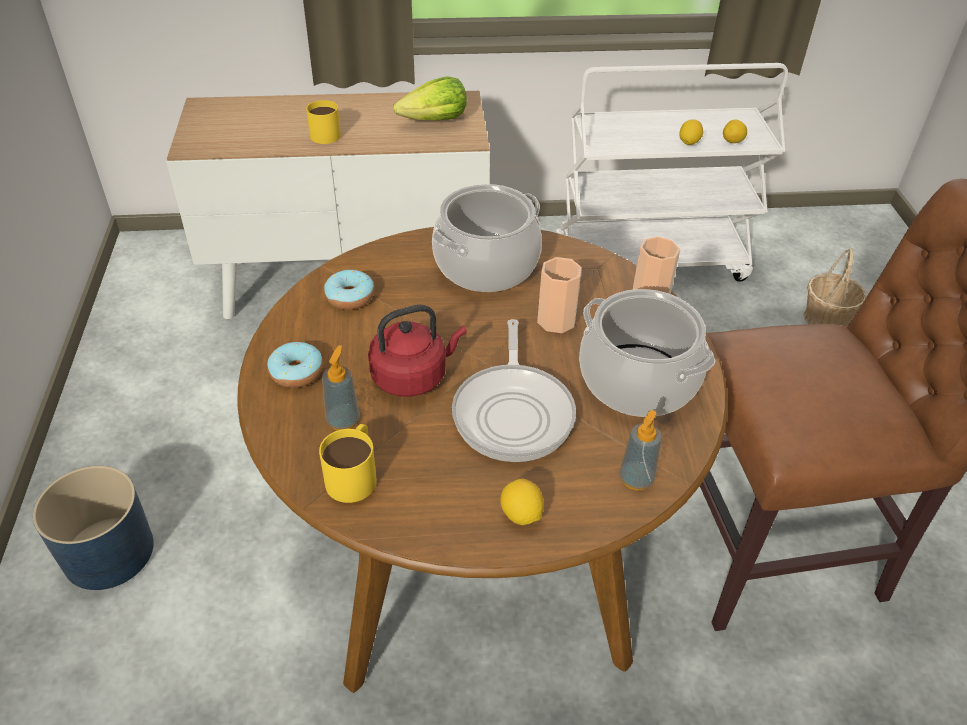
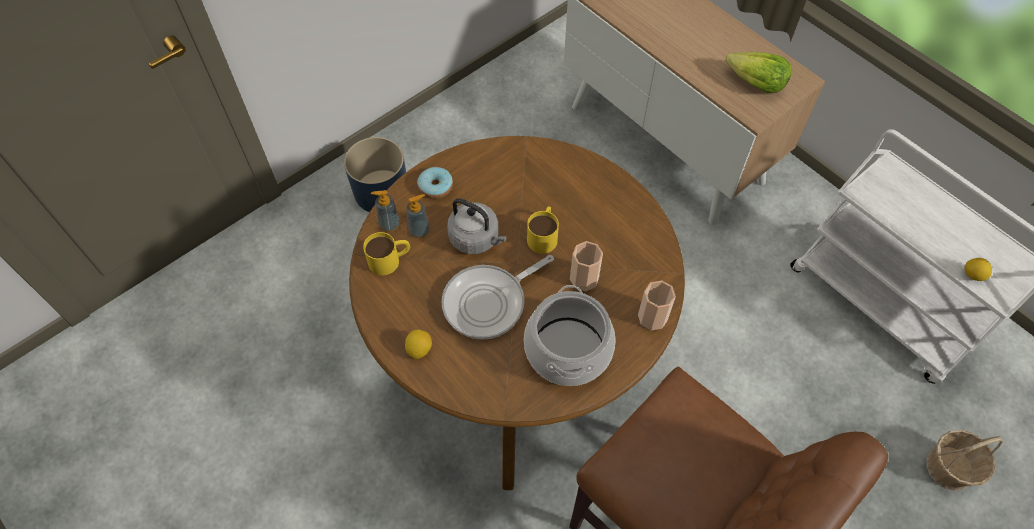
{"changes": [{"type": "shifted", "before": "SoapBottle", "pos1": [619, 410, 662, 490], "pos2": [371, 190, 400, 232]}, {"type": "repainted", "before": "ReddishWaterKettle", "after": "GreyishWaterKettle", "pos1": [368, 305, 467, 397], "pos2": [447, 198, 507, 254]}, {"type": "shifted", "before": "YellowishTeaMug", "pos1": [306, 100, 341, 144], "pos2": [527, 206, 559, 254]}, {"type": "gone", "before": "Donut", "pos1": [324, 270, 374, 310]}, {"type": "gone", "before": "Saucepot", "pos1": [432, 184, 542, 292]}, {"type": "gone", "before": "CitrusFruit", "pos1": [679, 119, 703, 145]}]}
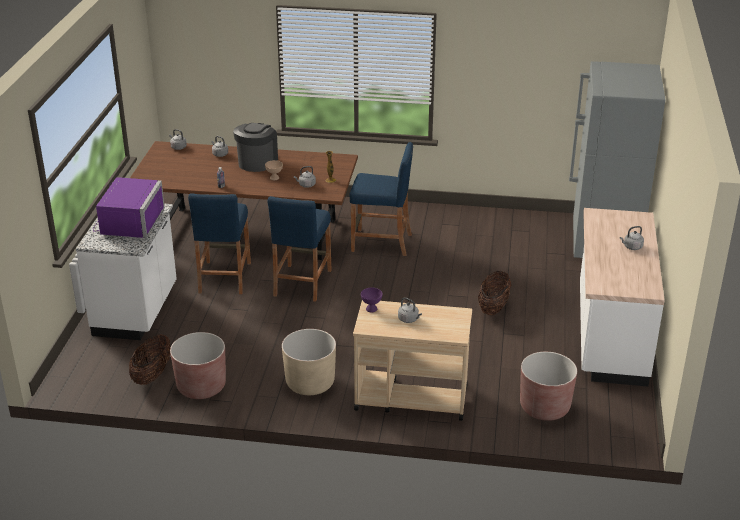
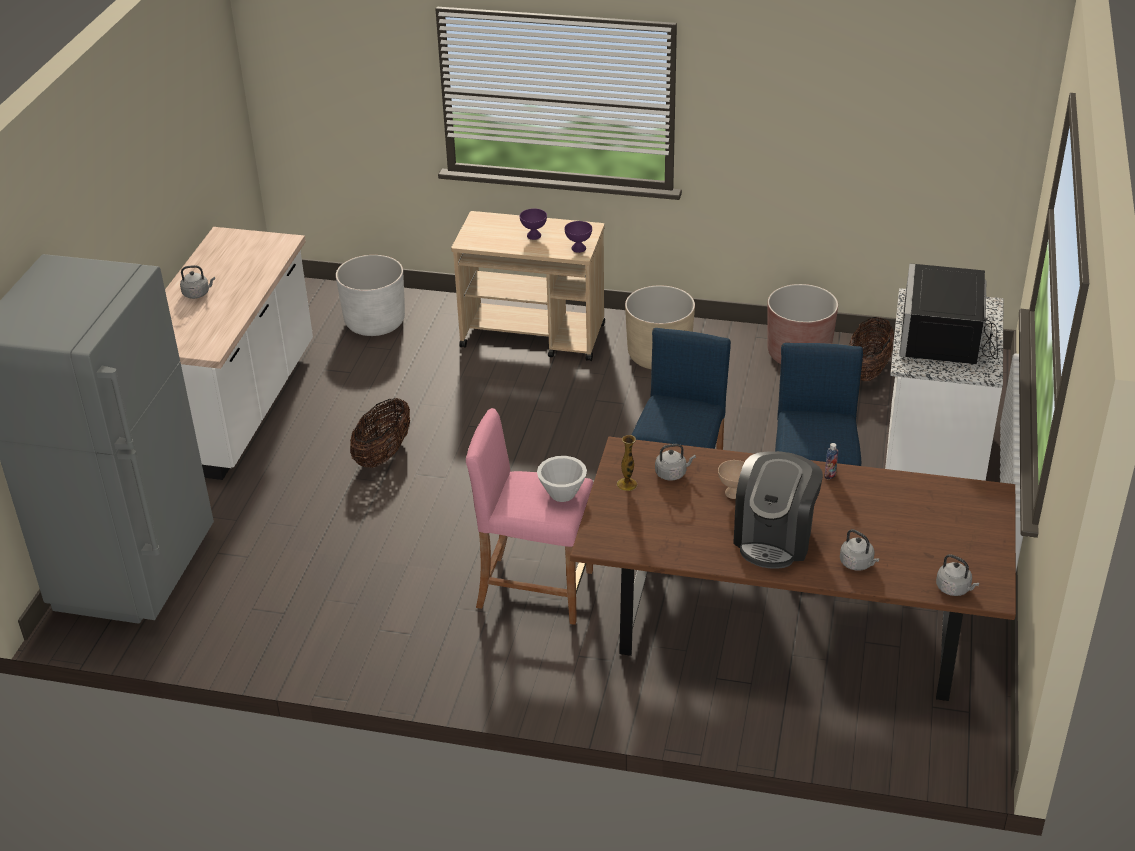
{"changes": [{"type": "repainted", "before": "BrownPlantPot", "after": "WhitishPlantPot", "pos1": [520, 352, 577, 421], "pos2": [336, 255, 405, 336]}, {"type": "repainted", "before": "BlueColouredSittingStool", "after": "PinkishSittingStool", "pos1": [349, 142, 413, 256], "pos2": [466, 408, 593, 625]}, {"type": "swapped", "before": "GreyishWaterKettle", "after": "PurpleDeepDish", "pos1": [398, 298, 422, 323], "pos2": [520, 209, 547, 240]}, {"type": "new", "after": "WhitishDeepDish", "pos2": [537, 456, 587, 502]}, {"type": "repainted", "before": "PurpleMicrowaveOven", "after": "BlackishMicrowaveOven", "pos1": [93, 177, 165, 238], "pos2": [899, 263, 998, 364]}]}
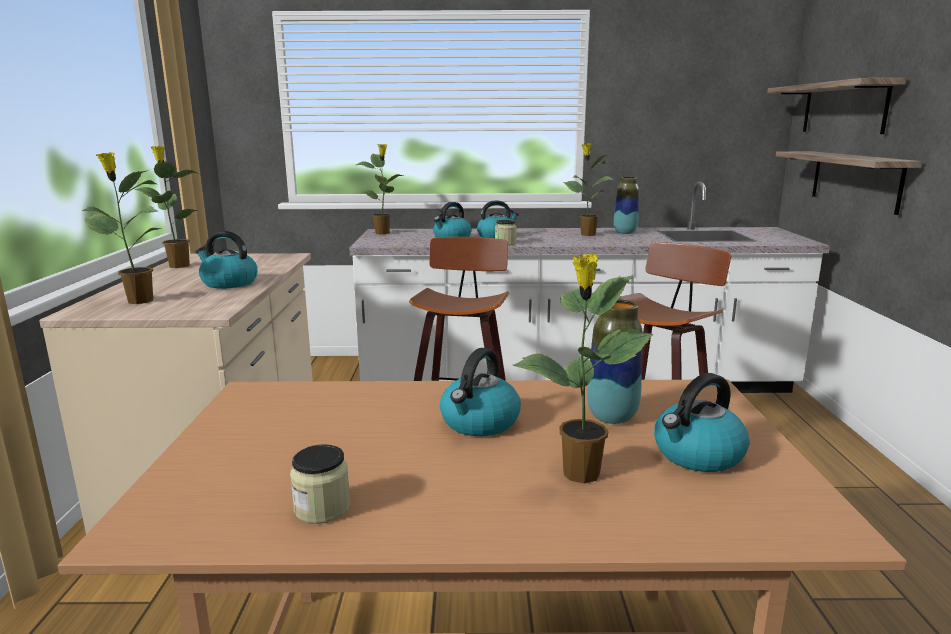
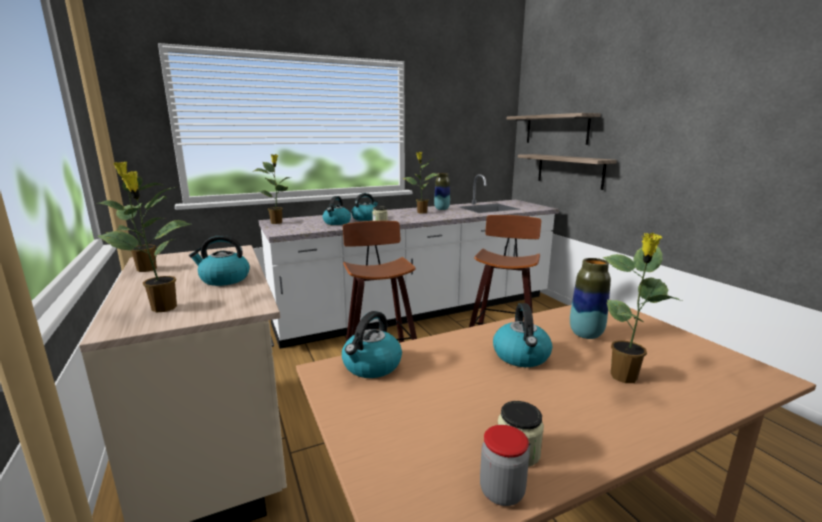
{"changes": [{"type": "shifted", "before": "WaterKettle", "pos1": [654, 373, 750, 472], "pos2": [342, 311, 402, 378]}, {"type": "new", "after": "StorageJar", "pos2": [480, 425, 529, 506]}]}
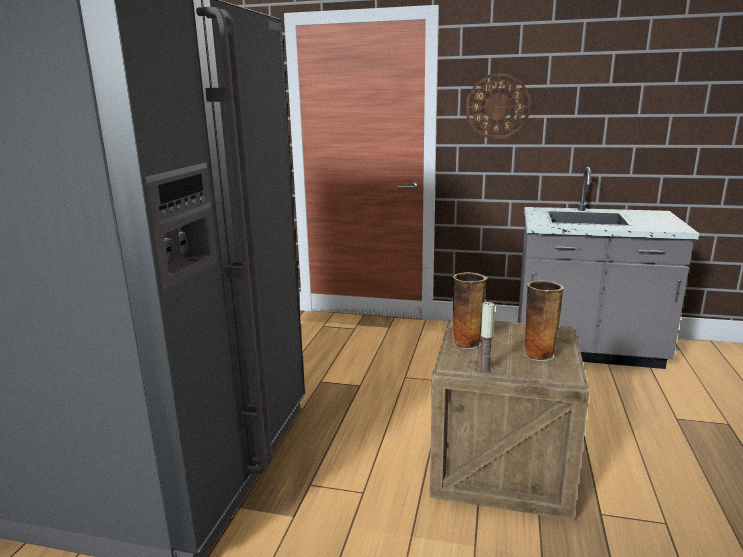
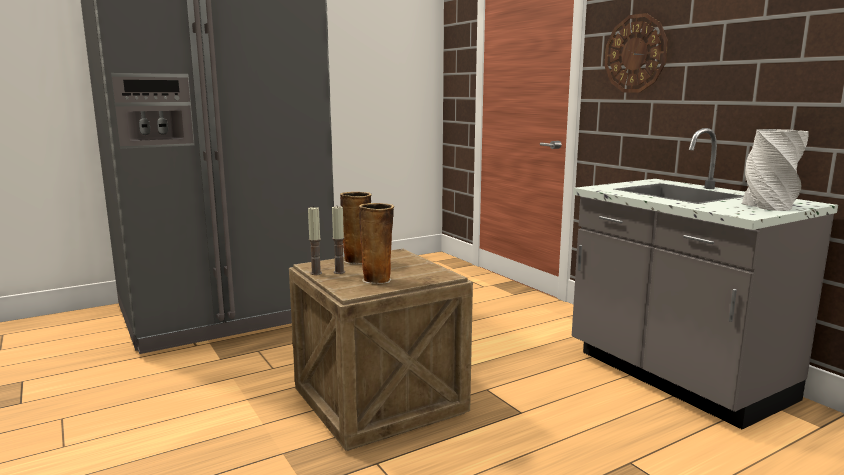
{"changes": [{"type": "new", "after": "WaxCandle", "pos2": [332, 206, 345, 274]}, {"type": "new", "after": "GreyishVase", "pos2": [742, 129, 809, 211]}]}
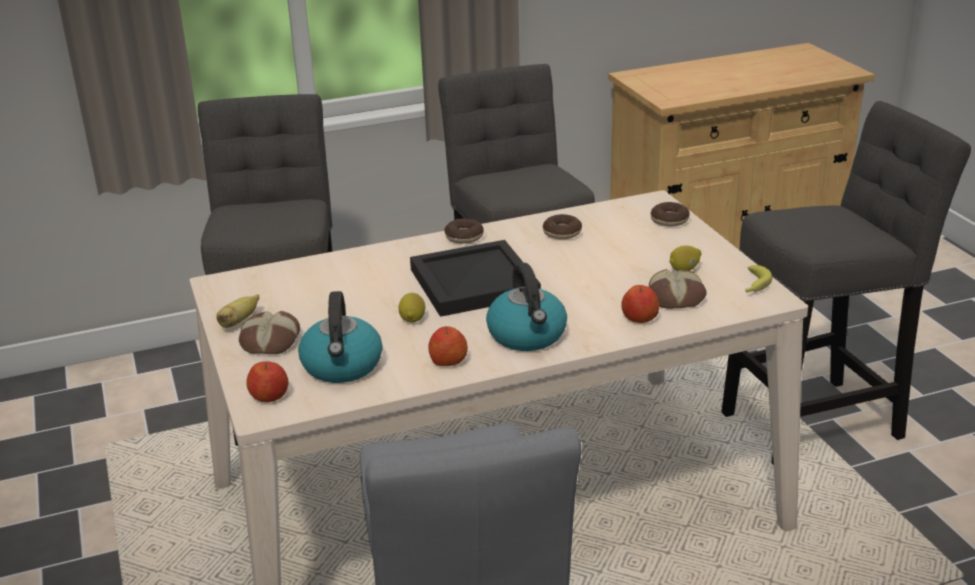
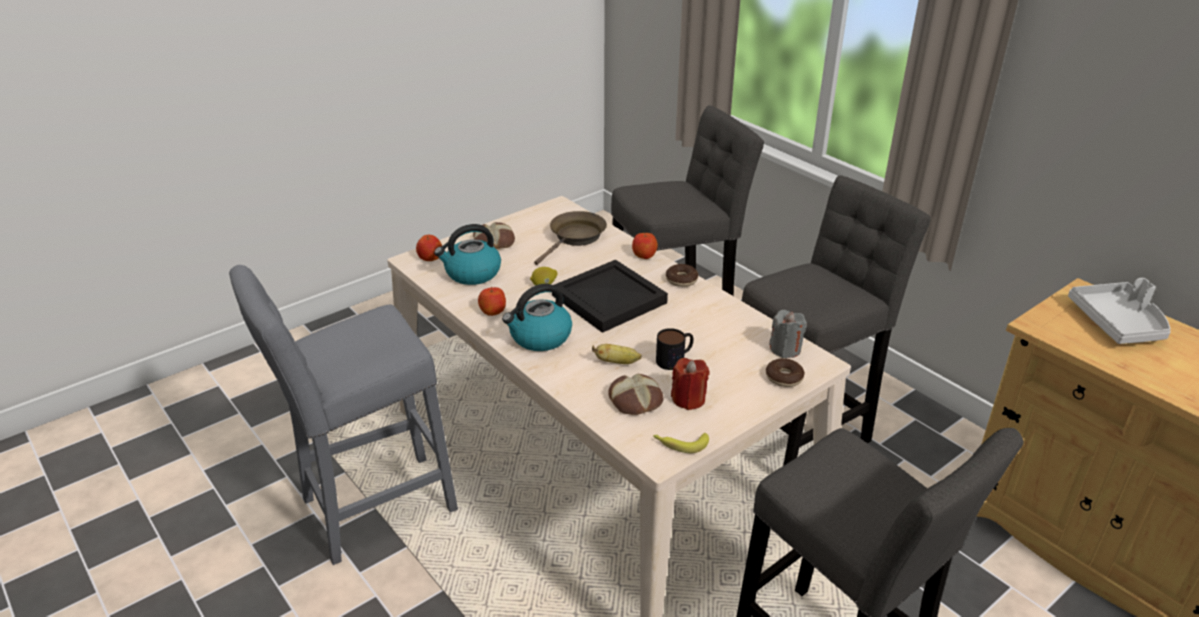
{"changes": [{"type": "new", "after": "BrownSkillet", "pos2": [534, 211, 607, 265]}, {"type": "shifted", "before": "BananaFruit", "pos1": [216, 294, 259, 328], "pos2": [592, 344, 642, 364]}, {"type": "shifted", "before": "Apple", "pos1": [621, 285, 659, 323], "pos2": [632, 232, 658, 259]}, {"type": "new", "after": "TeaMug", "pos2": [656, 328, 693, 370]}, {"type": "swapped", "before": "CitrusFruit", "after": "ReddishWaxCandle", "pos1": [670, 246, 701, 271], "pos2": [671, 358, 709, 410]}, {"type": "new", "after": "GreyishWaxCandle", "pos2": [769, 310, 807, 358]}, {"type": "new", "after": "GreyishServingTray", "pos2": [1068, 278, 1171, 344]}, {"type": "gone", "before": "Donut", "pos1": [543, 214, 582, 239]}]}
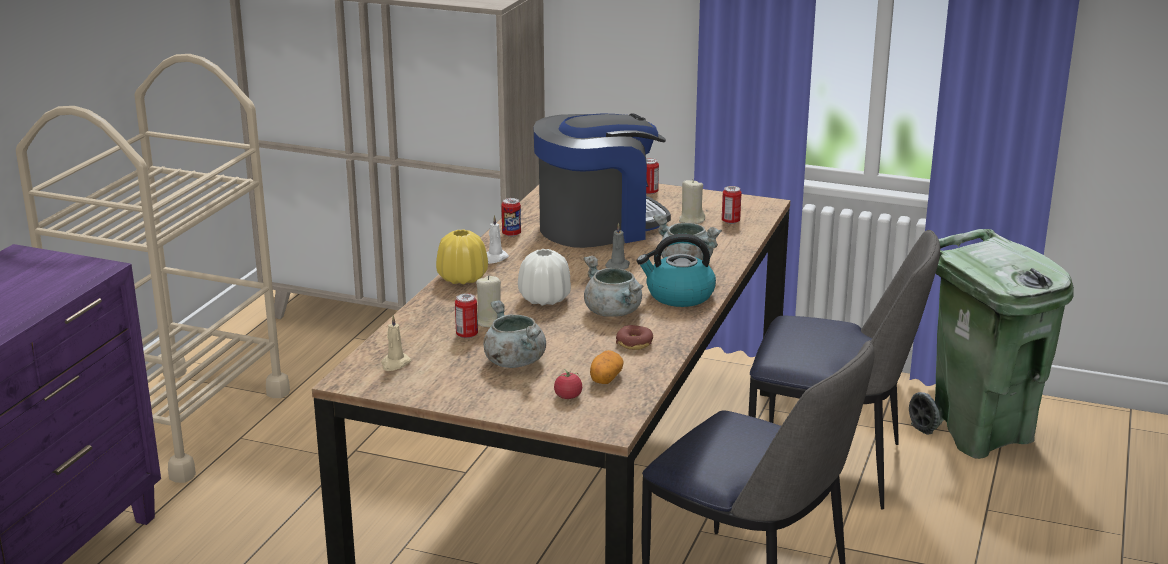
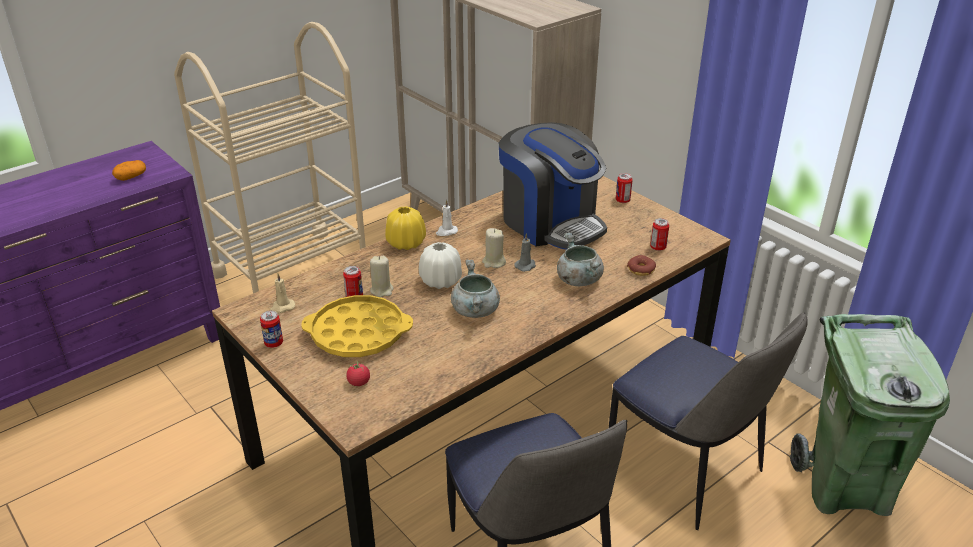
{"changes": [{"type": "shifted", "before": "Potato", "pos1": [590, 350, 624, 384], "pos2": [112, 160, 146, 181]}, {"type": "shifted", "before": "SealedCan", "pos1": [501, 198, 521, 237], "pos2": [260, 311, 283, 348]}, {"type": "swapped", "before": "GreyishSaucepot", "after": "YellowishServingTray", "pos1": [483, 301, 546, 368], "pos2": [301, 295, 413, 357]}, {"type": "shifted", "before": "BeigeColouredWaxCandle", "pos1": [679, 180, 705, 224], "pos2": [482, 228, 506, 268]}, {"type": "rotated", "before": "CoffeeMaker", "pos1": [534, 113, 671, 248], "pos2": [499, 122, 607, 250], "turn": 45}, {"type": "shifted", "before": "Donut", "pos1": [616, 325, 653, 350], "pos2": [627, 255, 656, 276]}, {"type": "gone", "before": "WaterKettle", "pos1": [637, 234, 716, 307]}]}
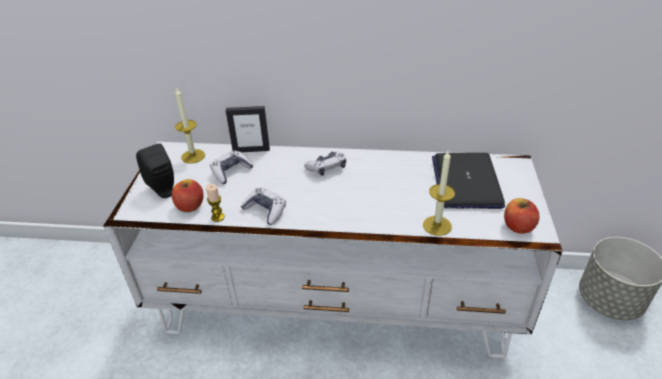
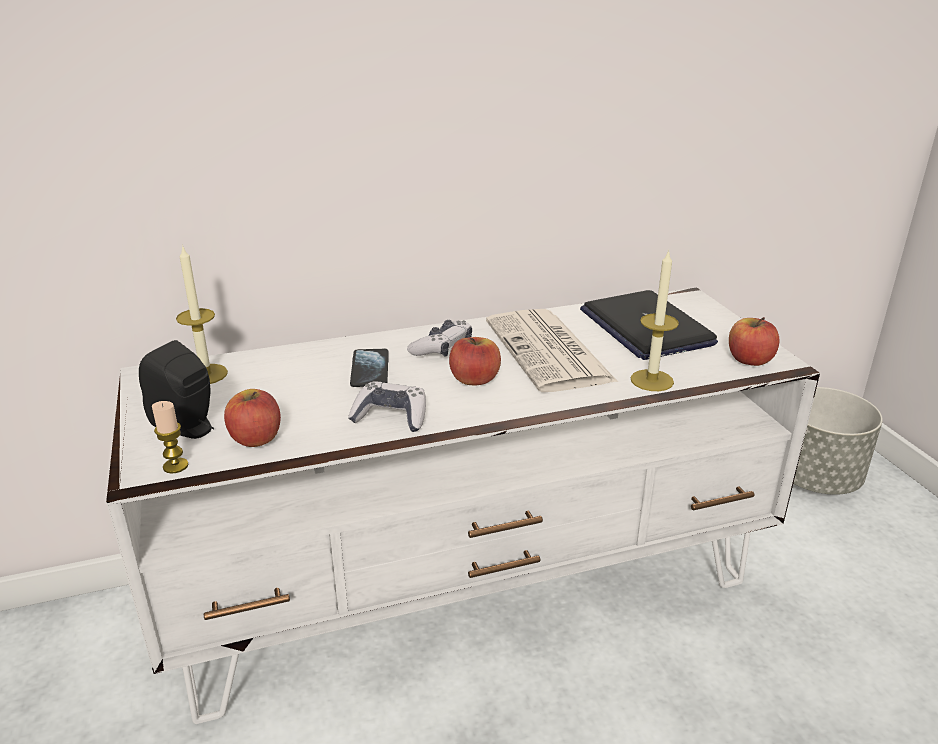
{"changes": [{"type": "shifted", "before": "WaxCandle", "pos1": [206, 184, 225, 222], "pos2": [152, 401, 188, 474]}, {"type": "new", "after": "Telephone", "pos2": [350, 349, 389, 387]}, {"type": "new", "after": "Apple", "pos2": [449, 337, 501, 385]}, {"type": "new", "after": "DailyPaper", "pos2": [486, 309, 618, 392]}, {"type": "gone", "before": "Gamepad", "pos1": [210, 150, 254, 184]}, {"type": "gone", "before": "PhotoFrame", "pos1": [226, 106, 270, 152]}]}
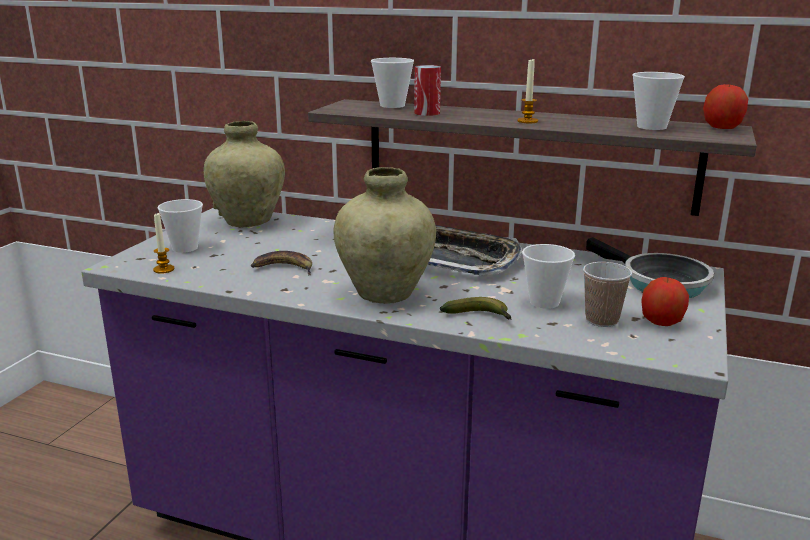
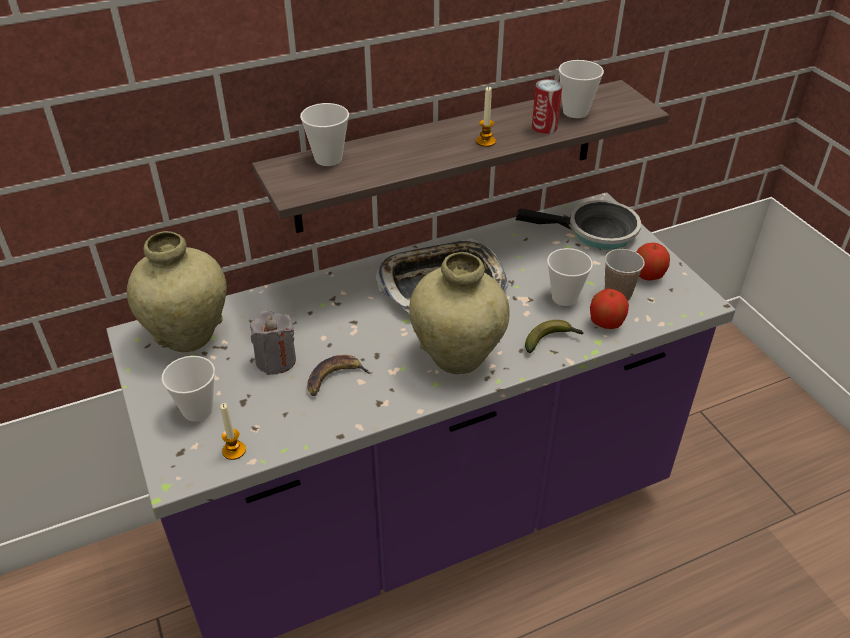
{"changes": [{"type": "new", "after": "GreyishWaxCandle", "pos2": [250, 311, 296, 375]}, {"type": "shifted", "before": "SealedCan", "pos1": [414, 65, 441, 116], "pos2": [532, 79, 562, 134]}, {"type": "shifted", "before": "Apple", "pos1": [703, 82, 748, 129], "pos2": [590, 289, 629, 329]}]}
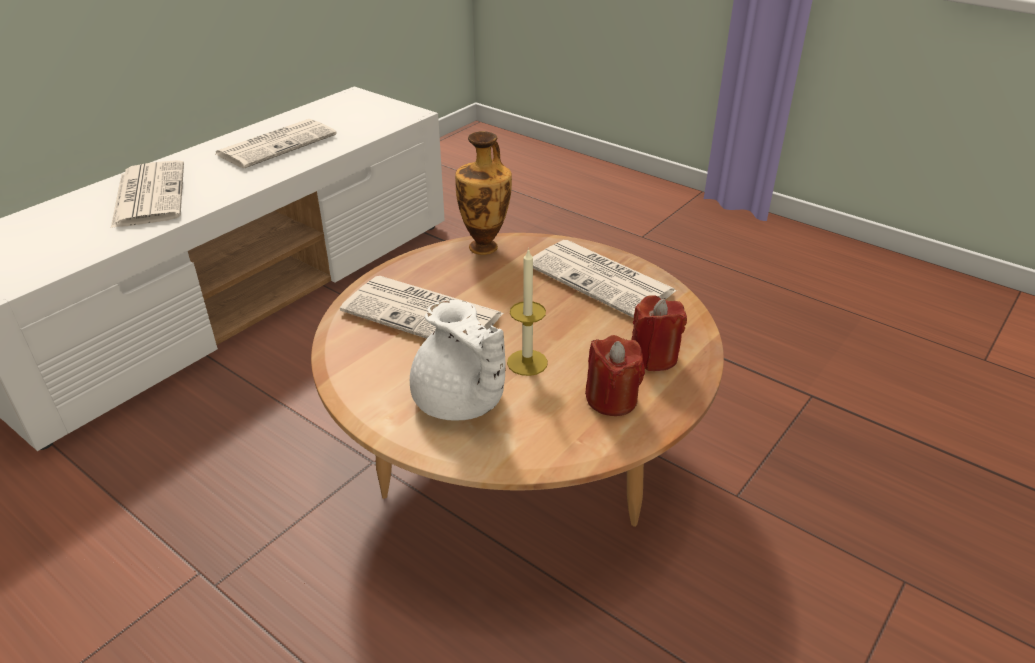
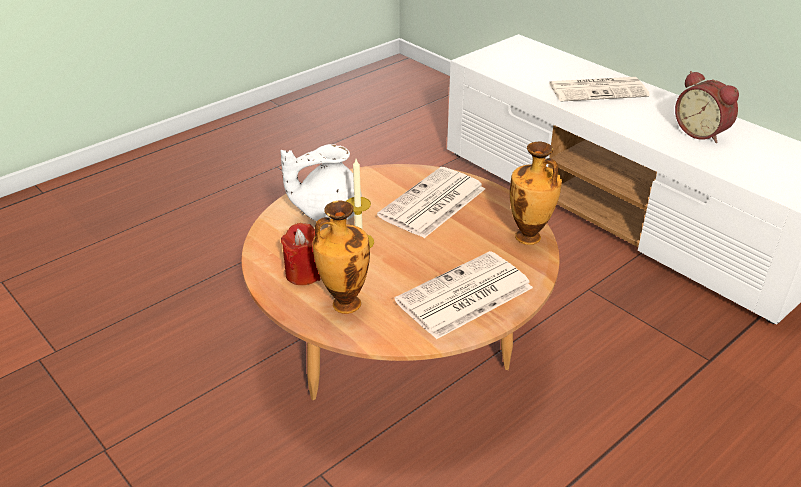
{"changes": [{"type": "swapped", "before": "ReddishWaxCandle", "after": "Vase", "pos1": [631, 295, 687, 371], "pos2": [313, 201, 370, 314]}, {"type": "swapped", "before": "DailyPaper", "after": "AlarmClock", "pos1": [215, 119, 337, 168], "pos2": [675, 71, 739, 143]}]}
